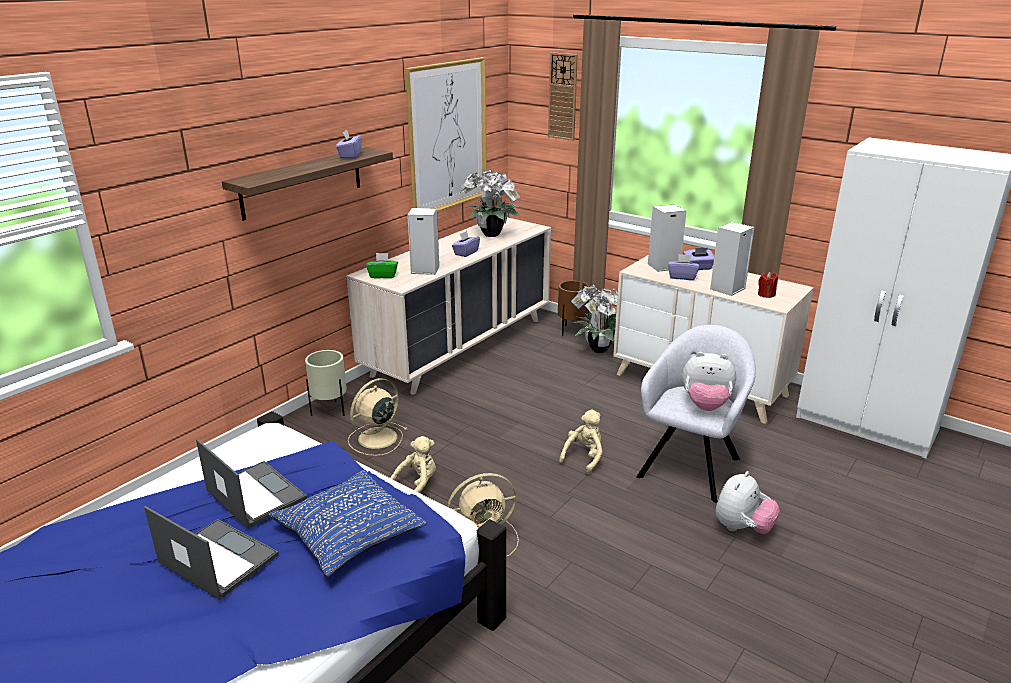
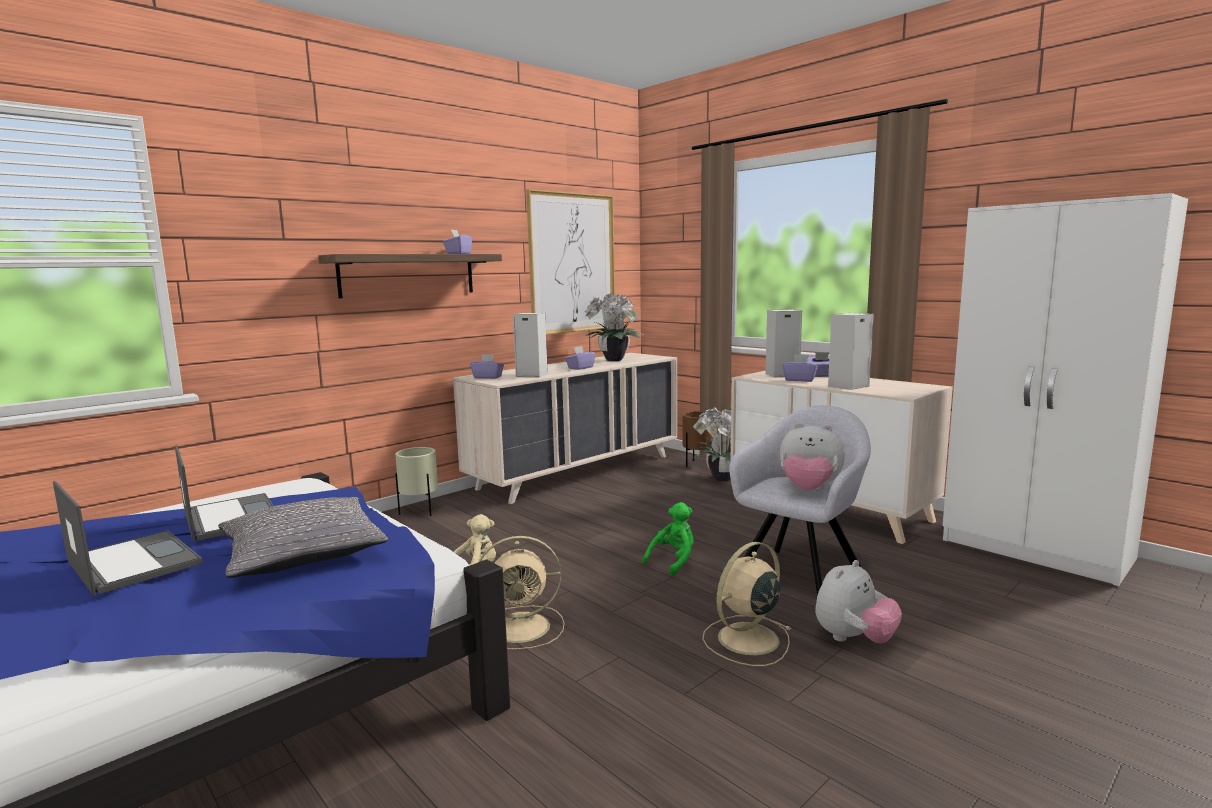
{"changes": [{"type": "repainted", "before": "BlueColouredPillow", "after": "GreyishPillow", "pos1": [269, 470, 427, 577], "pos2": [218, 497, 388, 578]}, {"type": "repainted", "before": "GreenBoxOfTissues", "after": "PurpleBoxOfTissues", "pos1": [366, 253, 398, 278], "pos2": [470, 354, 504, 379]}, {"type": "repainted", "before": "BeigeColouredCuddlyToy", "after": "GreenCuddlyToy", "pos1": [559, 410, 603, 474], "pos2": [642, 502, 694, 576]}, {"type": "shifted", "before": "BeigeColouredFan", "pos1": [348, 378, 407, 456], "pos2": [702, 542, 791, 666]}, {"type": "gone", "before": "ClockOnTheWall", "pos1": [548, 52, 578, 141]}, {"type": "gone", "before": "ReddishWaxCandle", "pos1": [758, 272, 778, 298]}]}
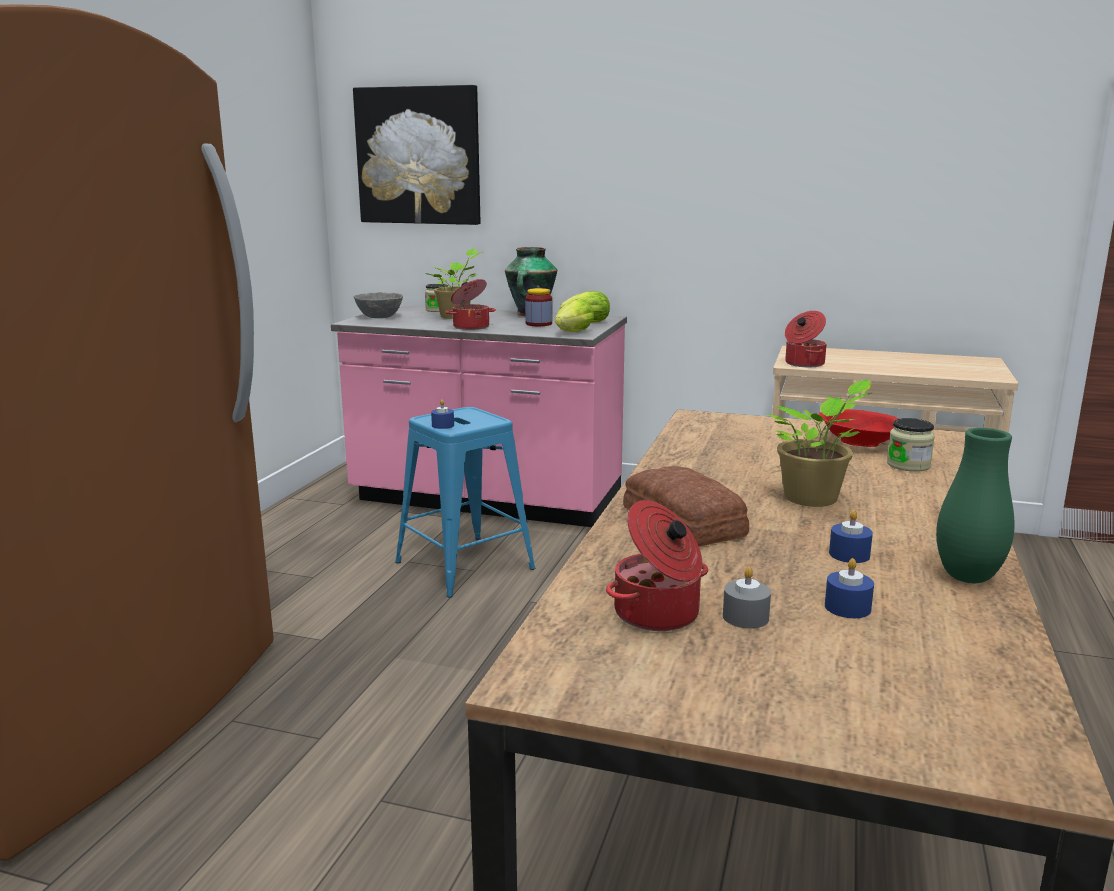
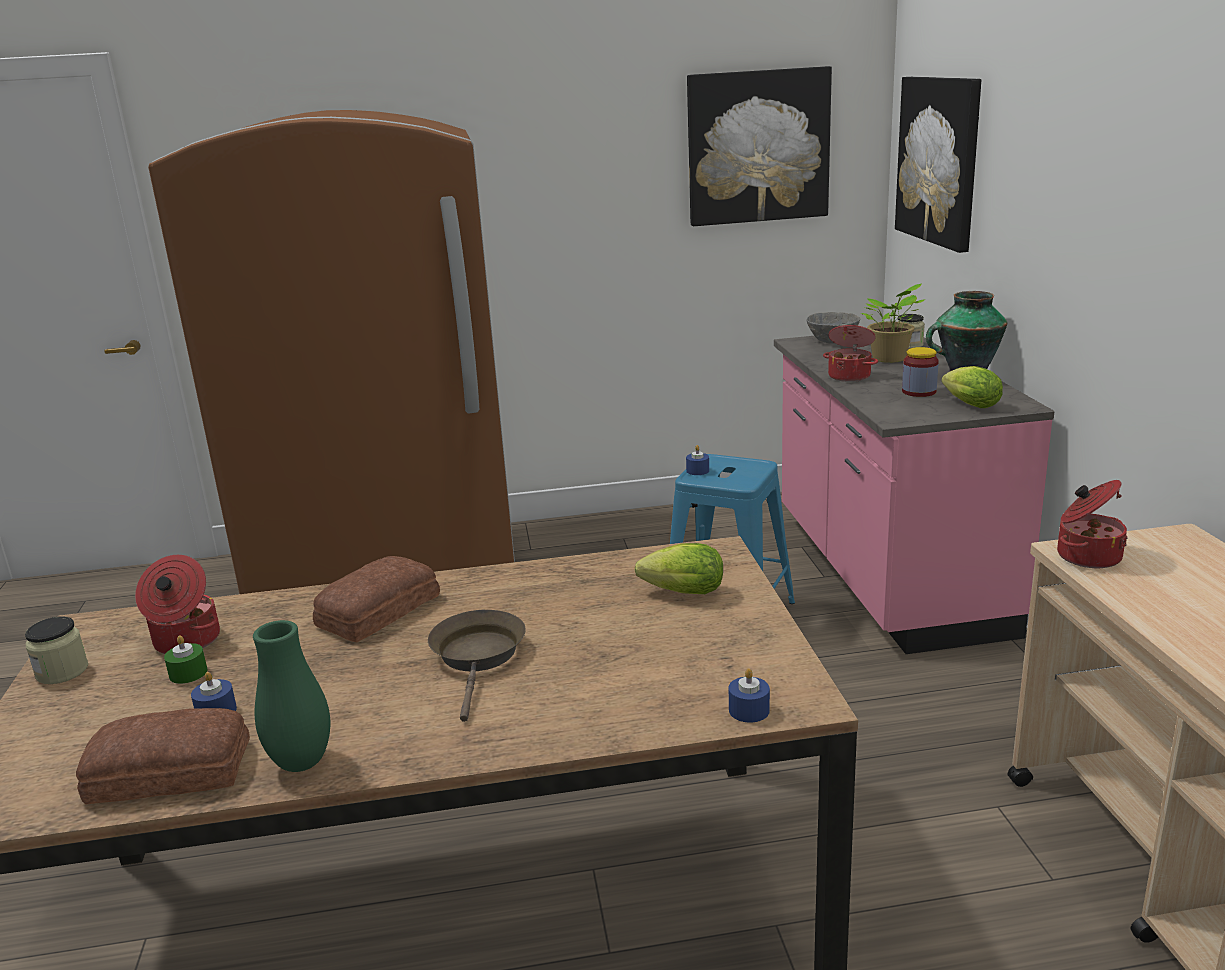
{"changes": [{"type": "shifted", "before": "StorageJar", "pos1": [887, 418, 935, 472], "pos2": [25, 616, 88, 684]}, {"type": "new", "after": "BakeryBread", "pos2": [76, 708, 250, 804]}, {"type": "repainted", "before": "GreyishWaxCandle", "after": "GreenWaxCandle", "pos1": [723, 567, 771, 629], "pos2": [164, 635, 208, 684]}, {"type": "swapped", "before": "PottedPlant", "after": "BrownSkillet", "pos1": [764, 379, 873, 507], "pos2": [428, 610, 526, 722]}, {"type": "shifted", "before": "LettuceHead", "pos1": [555, 299, 594, 332], "pos2": [635, 543, 723, 594]}, {"type": "new", "after": "Picture", "pos2": [687, 66, 832, 226]}, {"type": "shifted", "before": "BlueColouredWaxCandle", "pos1": [829, 510, 873, 563], "pos2": [729, 668, 770, 723]}, {"type": "gone", "before": "ReddishDeepDish", "pos1": [818, 409, 899, 447]}]}
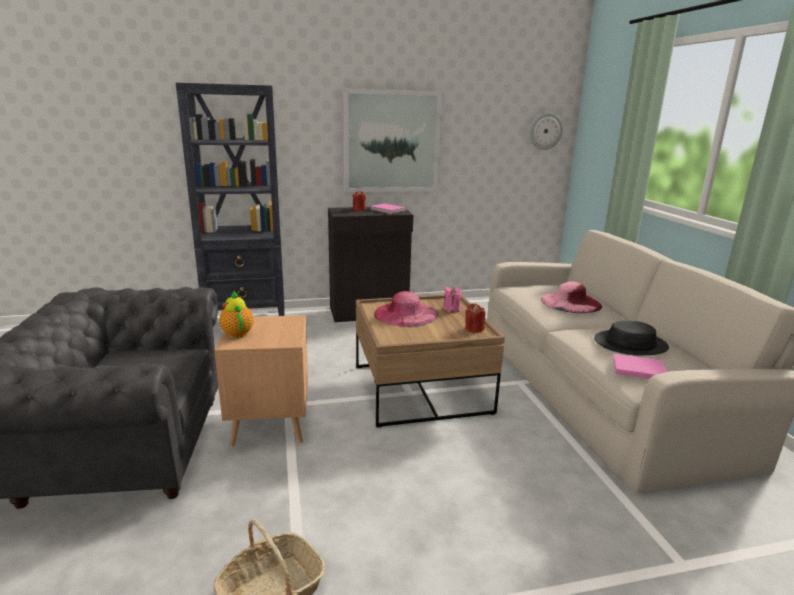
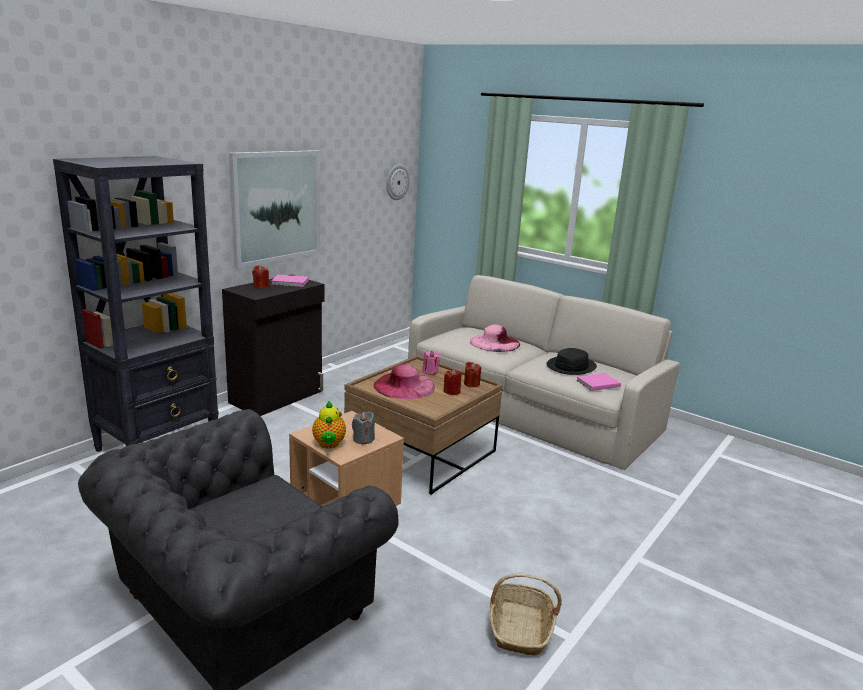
{"changes": [{"type": "rotated", "before": "Teapot", "pos1": [220, 291, 254, 338], "pos2": [312, 401, 346, 449], "turn": -120}, {"type": "new", "after": "GreyishWaxCandle", "pos2": [352, 411, 375, 445]}, {"type": "new", "after": "ReddishWaxCandle", "pos2": [443, 369, 462, 395]}]}
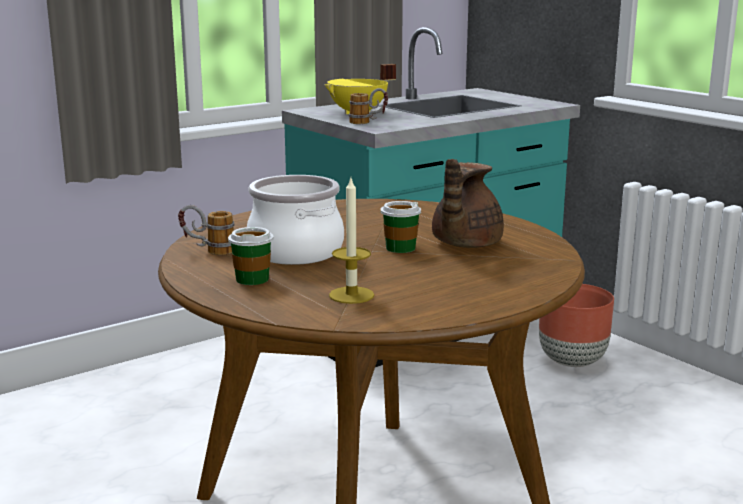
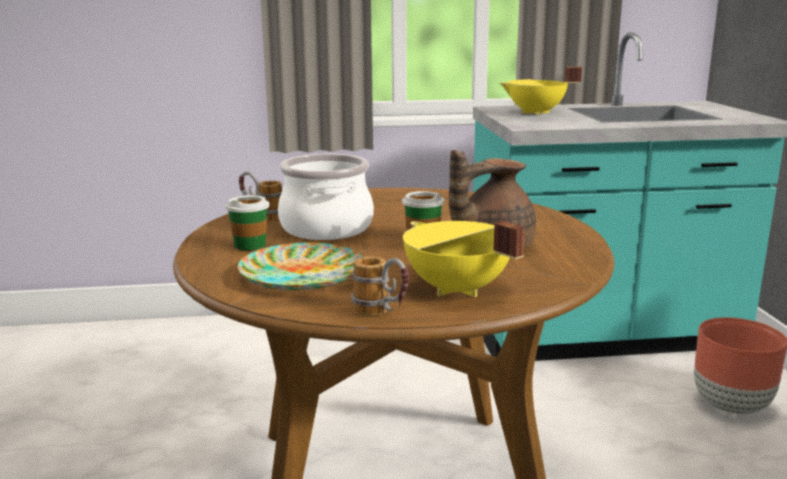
{"changes": [{"type": "swapped", "before": "WaxCandle", "after": "FlatDish", "pos1": [329, 178, 374, 304], "pos2": [238, 242, 362, 290]}, {"type": "shifted", "before": "TeaMug", "pos1": [349, 88, 388, 124], "pos2": [352, 256, 409, 316]}, {"type": "new", "after": "YellowishSaucepot", "pos2": [403, 221, 525, 297]}]}
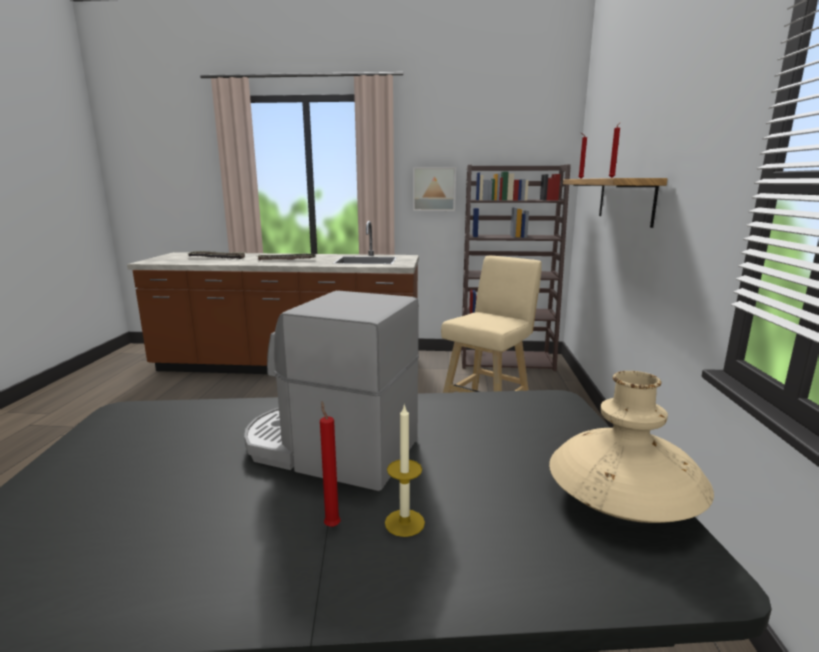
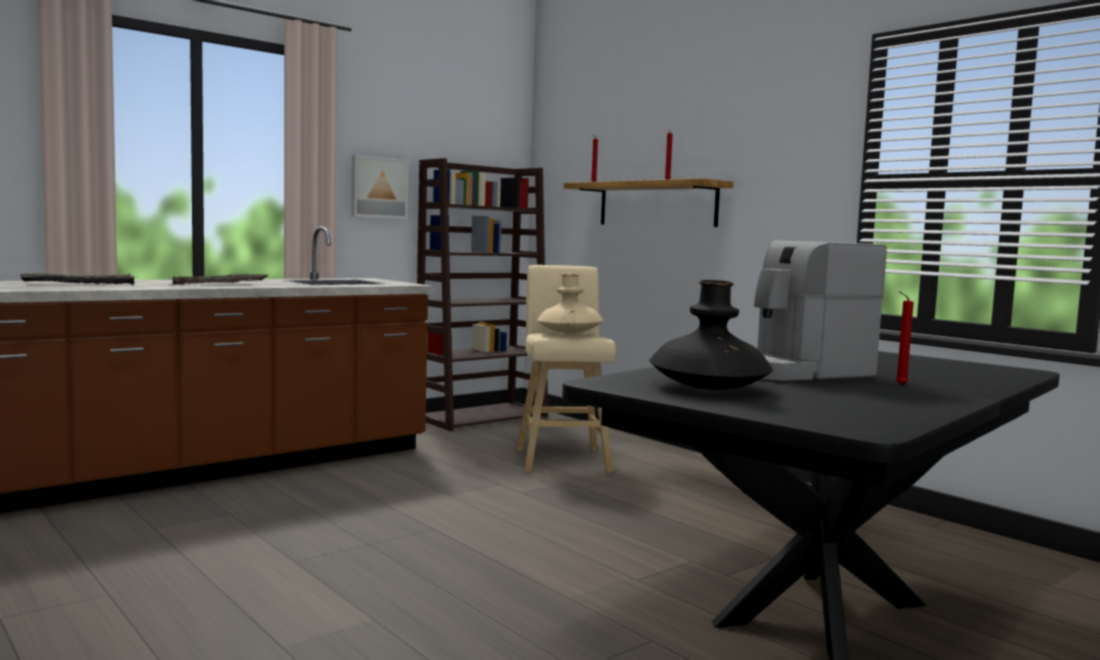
{"changes": [{"type": "shifted", "before": "BeigeColouredVase", "pos1": [549, 371, 714, 523], "pos2": [537, 274, 604, 333]}, {"type": "new", "after": "BlackishVase", "pos2": [649, 280, 773, 390]}, {"type": "gone", "before": "WaxCandle", "pos1": [385, 403, 425, 537]}]}
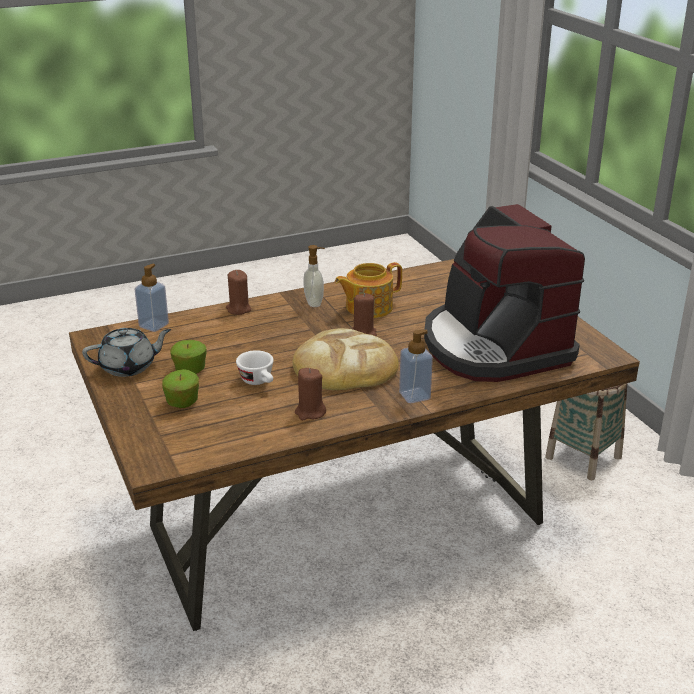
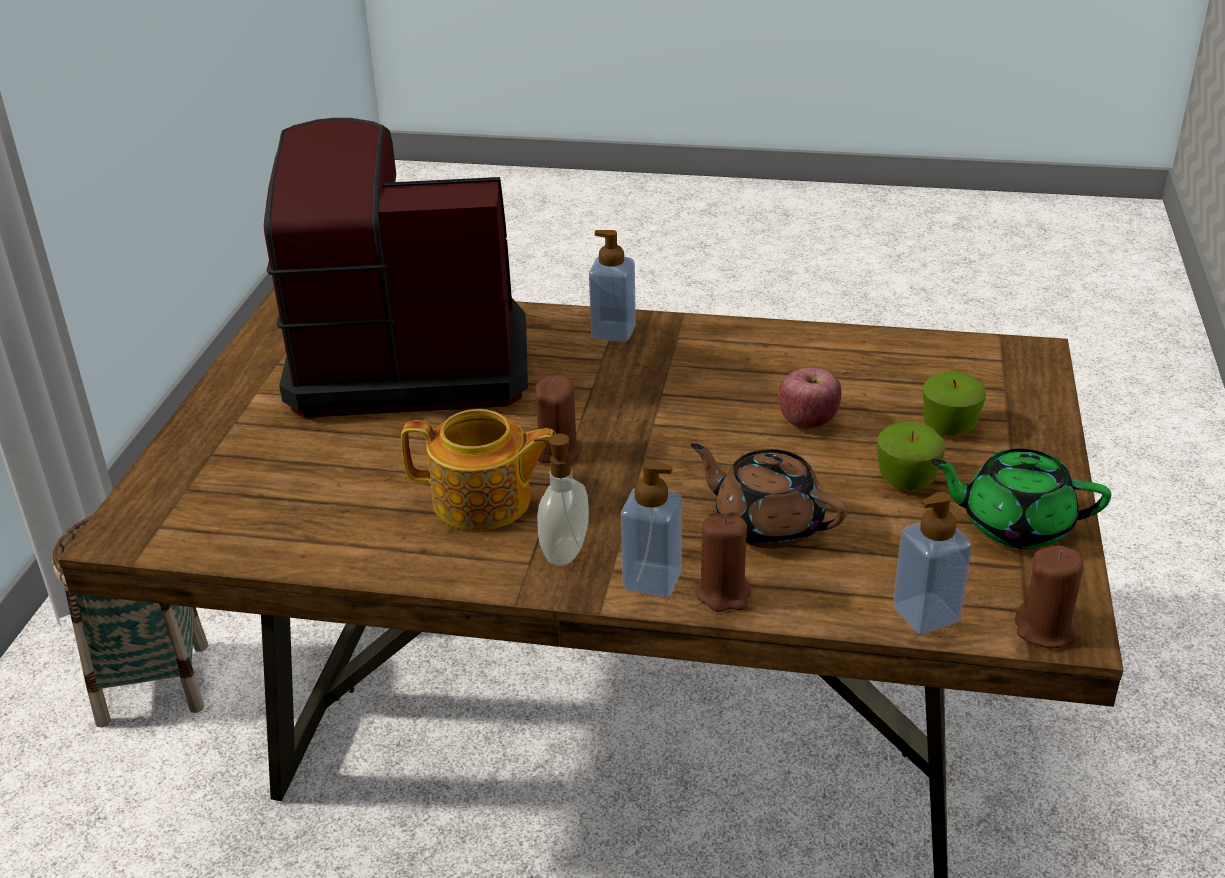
{"changes": [{"type": "rotated", "before": "CoffeeMaker", "pos1": [424, 204, 585, 382], "pos2": [264, 118, 528, 418], "turn": -105}, {"type": "new", "after": "SoapBottle", "pos2": [621, 460, 682, 597]}, {"type": "new", "after": "BrownTeapot", "pos2": [690, 443, 848, 549]}, {"type": "swapped", "before": "WhitishSmallCup", "after": "Apple", "pos1": [236, 350, 274, 385], "pos2": [778, 368, 841, 429]}, {"type": "repainted", "before": "GreyishTeapot", "after": "GreenTeapot", "pos1": [82, 328, 171, 377], "pos2": [930, 448, 1111, 549]}, {"type": "shifted", "before": "BrownWaxCandle", "pos1": [295, 368, 326, 420], "pos2": [1015, 546, 1083, 648]}, {"type": "gone", "before": "BakeryBread", "pos1": [292, 328, 399, 390]}]}
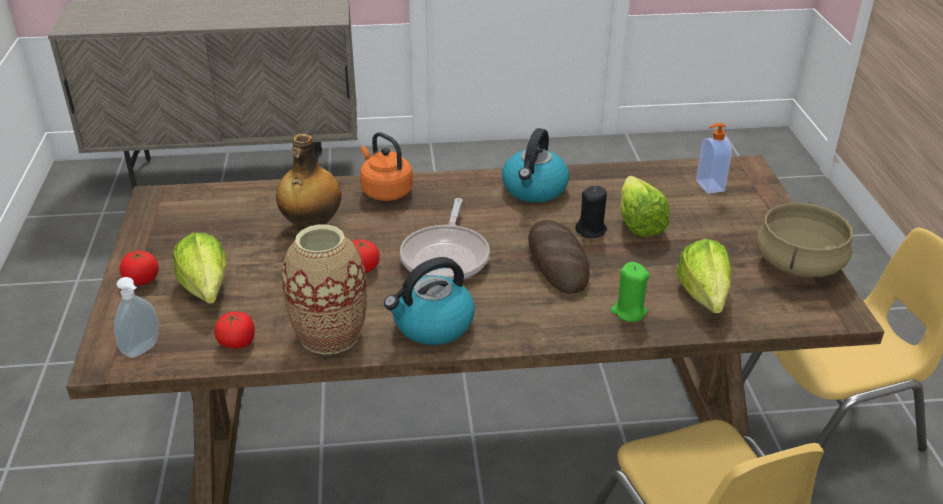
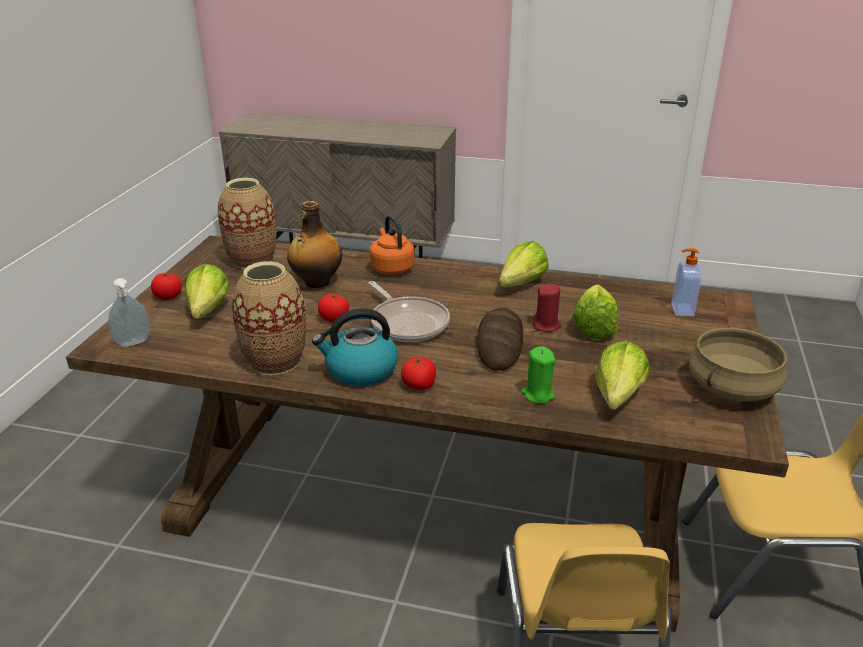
{"changes": [{"type": "new", "after": "Vase", "pos2": [218, 178, 277, 269]}, {"type": "rotated", "before": "Skillet", "pos1": [400, 198, 490, 279], "pos2": [368, 281, 450, 342], "turn": -60}, {"type": "shifted", "before": "WholeTomato", "pos1": [214, 311, 255, 349], "pos2": [401, 357, 436, 390]}, {"type": "swapped", "before": "WaterKettle", "after": "LettuceHead", "pos1": [502, 128, 570, 203], "pos2": [499, 241, 549, 287]}, {"type": "repainted", "before": "BlackishWaxCandle", "after": "ReddishWaxCandle", "pos1": [575, 186, 607, 238], "pos2": [532, 284, 561, 332]}]}
